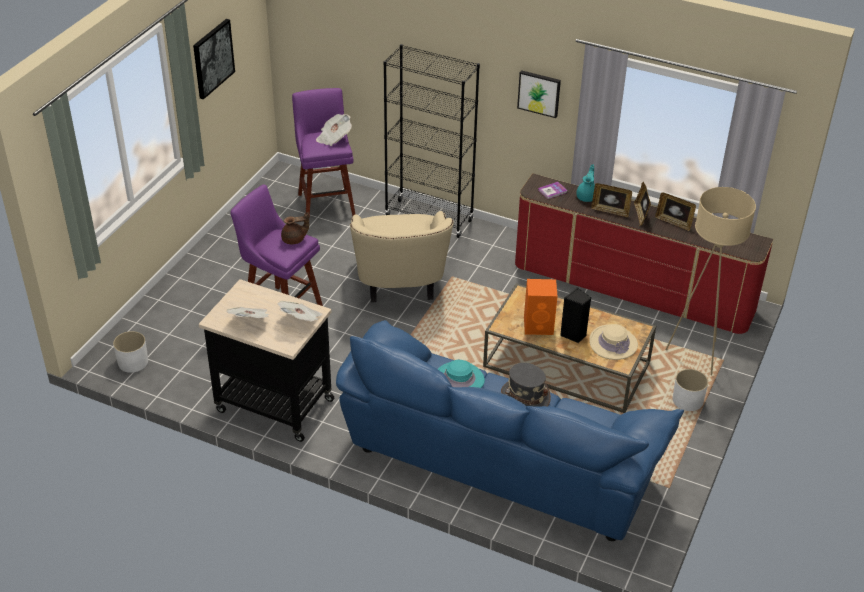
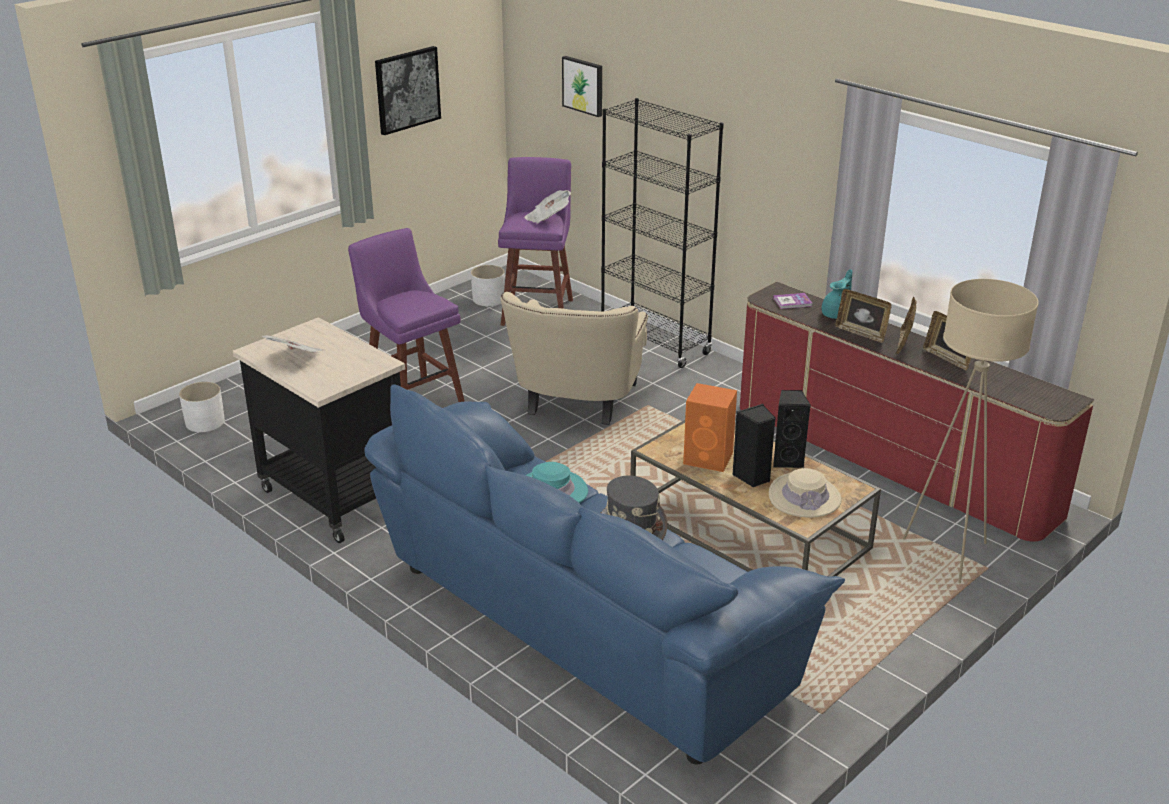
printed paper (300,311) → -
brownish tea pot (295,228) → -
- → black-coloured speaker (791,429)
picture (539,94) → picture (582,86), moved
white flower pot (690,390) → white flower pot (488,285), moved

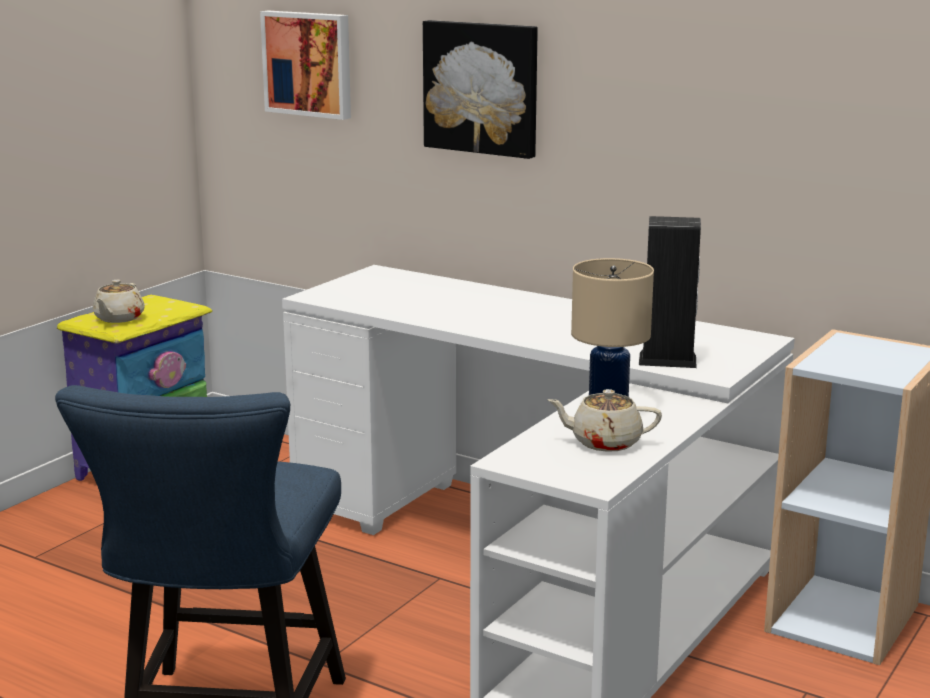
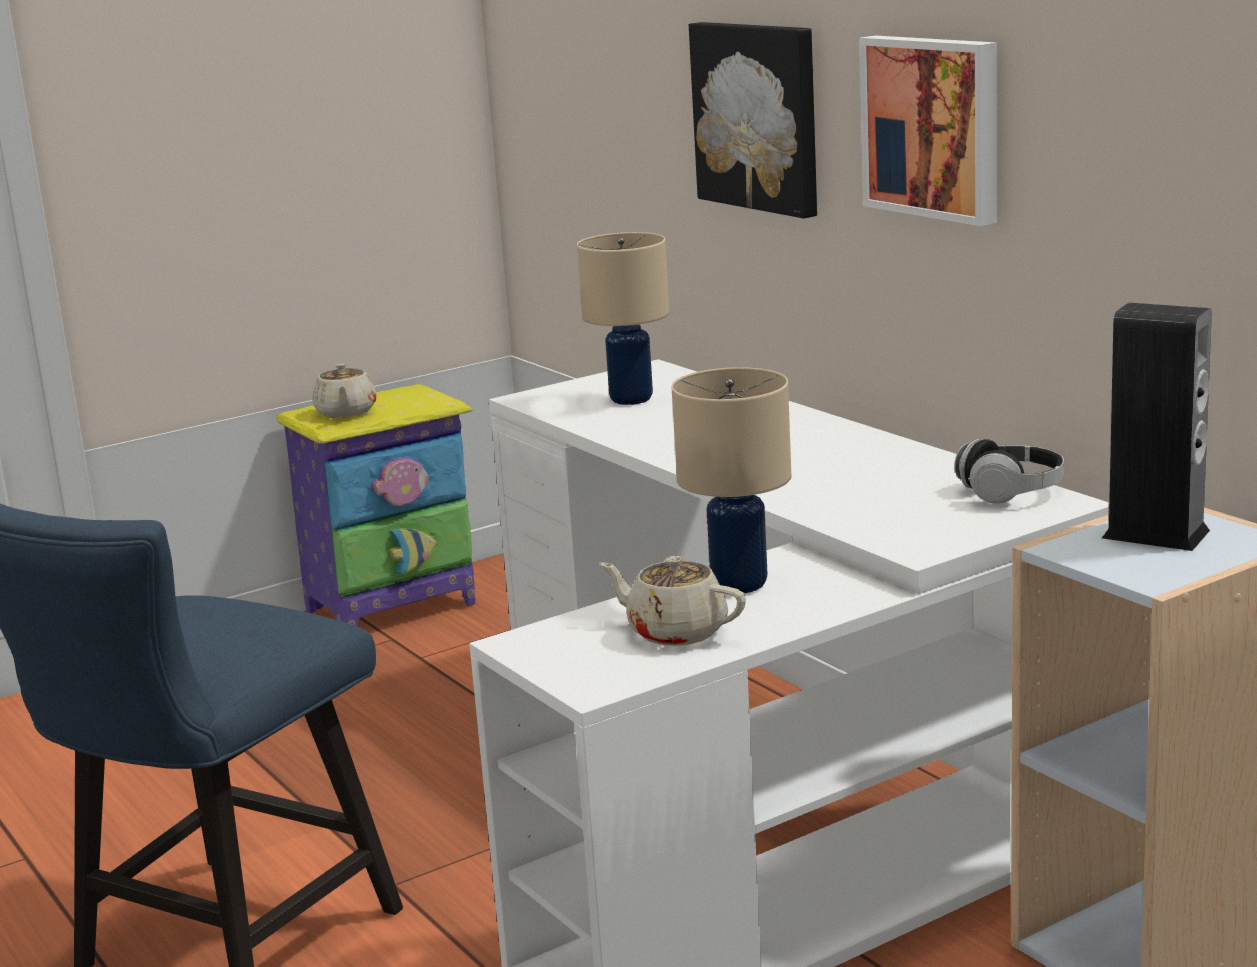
- → sand-coloured table lamp (623,318)
- → pair of headphones (1009,471)
picture (305,65) → picture (928,131), moved
speaker (670,292) → speaker (1157,427), moved
sand-coloured tea pot (119,301) → sand-coloured tea pot (344,390), 45 degrees counterclockwise

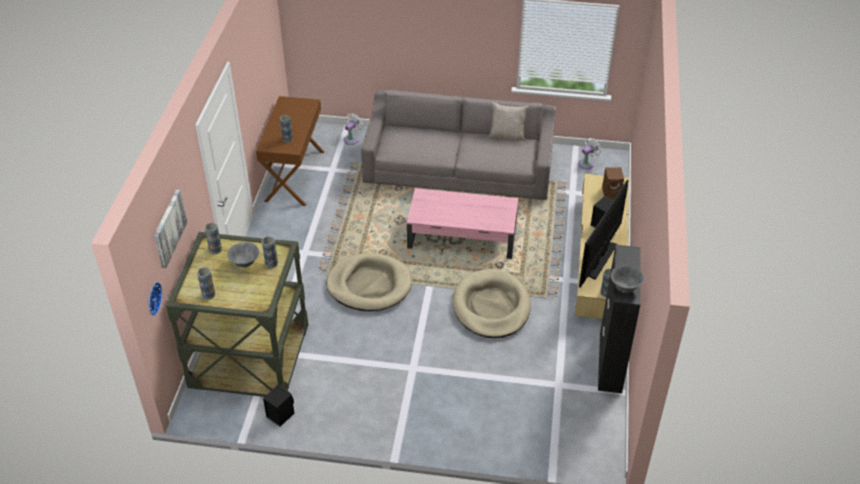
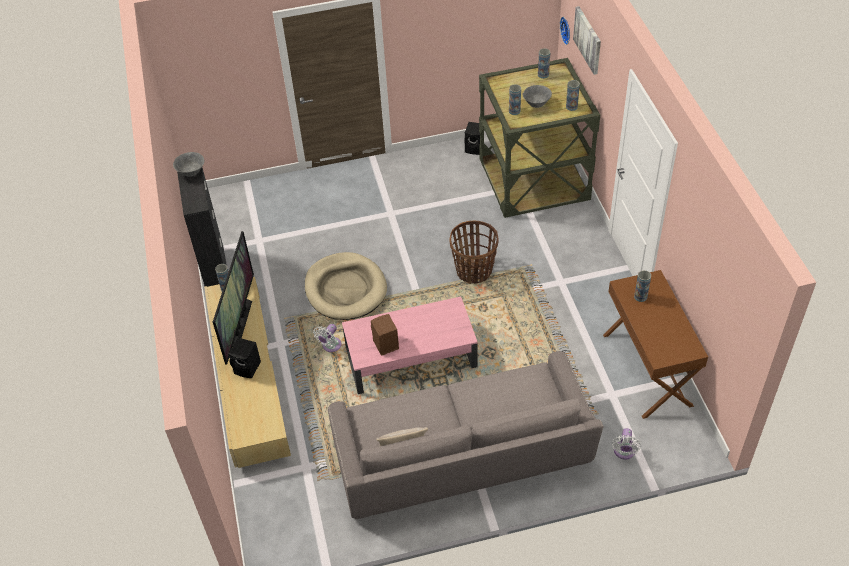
white fan (589,153) → white fan (327,338), moved
brownish speaker (613,183) → brownish speaker (385,335), moved
sand-coloured dog cushion (369,282) → storage basket (473,252)

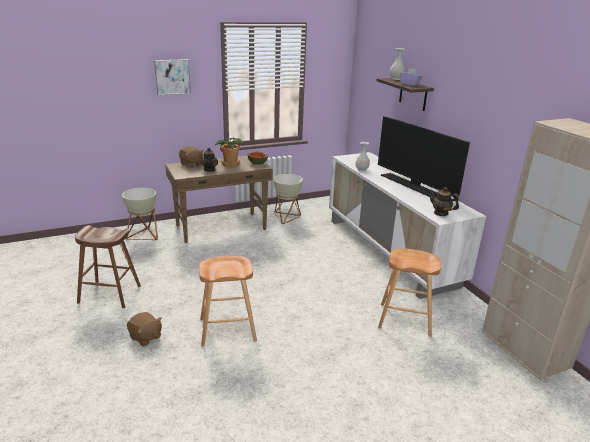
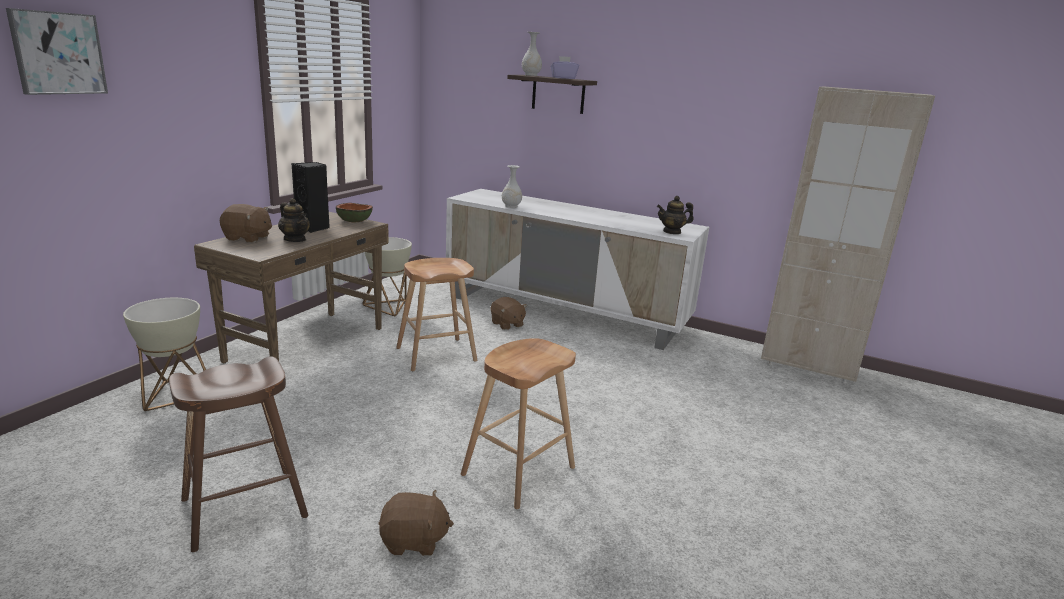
TV (424,158) → -
- → brownish cuddly toy (509,313)
picture (172,77) → picture (57,51), moved
brownish stool (409,293) → brownish stool (436,314), moved
potted plant (228,152) → black-coloured speaker (310,197)

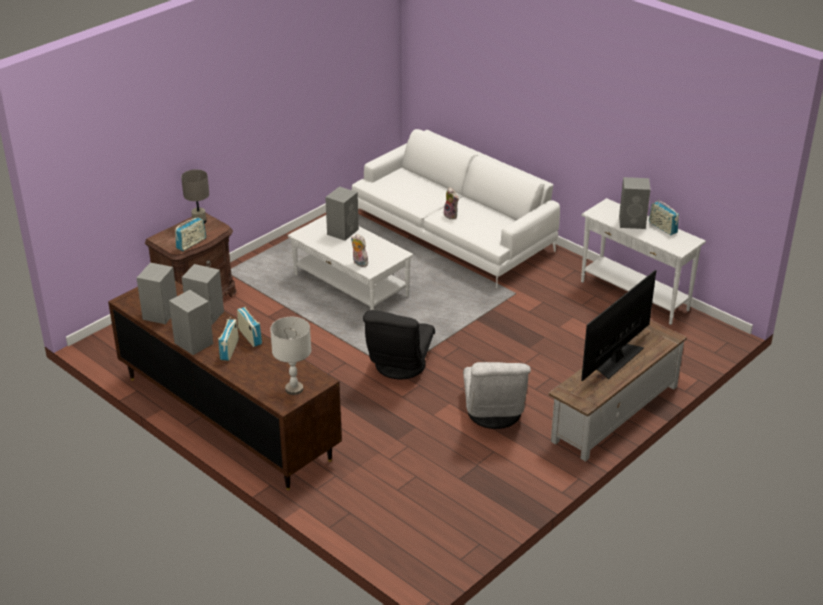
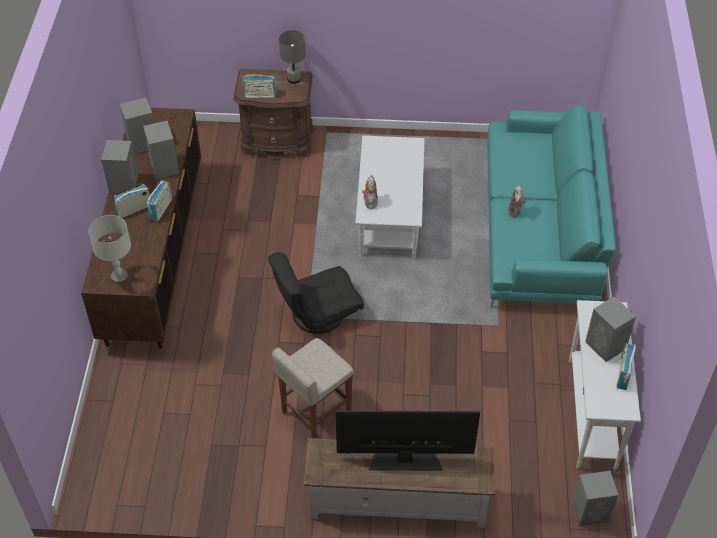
grey speaker (342,213) → grey speaker (595,498), moved
grey lounge chair (497,395) → sand-coloured stool (313,388)
white settee (456,208) → turquoise settee (551,206)

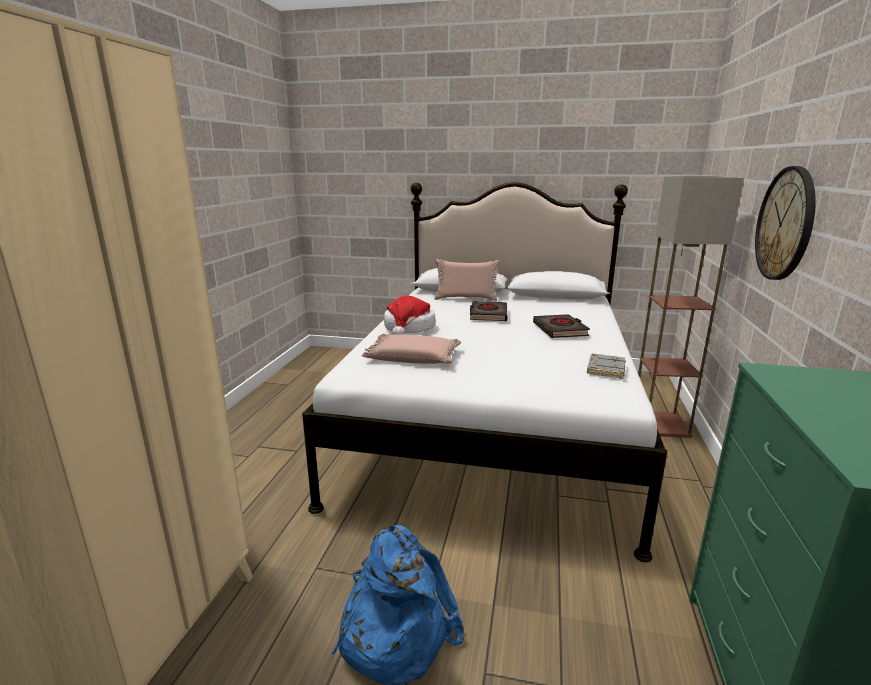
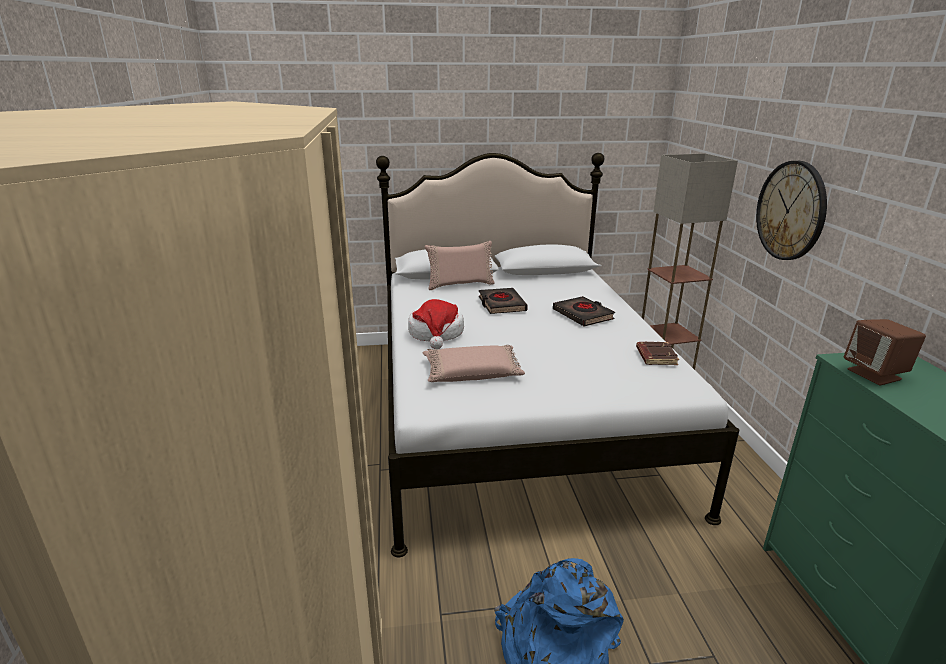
- → brownish speaker (885,352)
grey bound book (606,366) → brownish bound book (657,353)

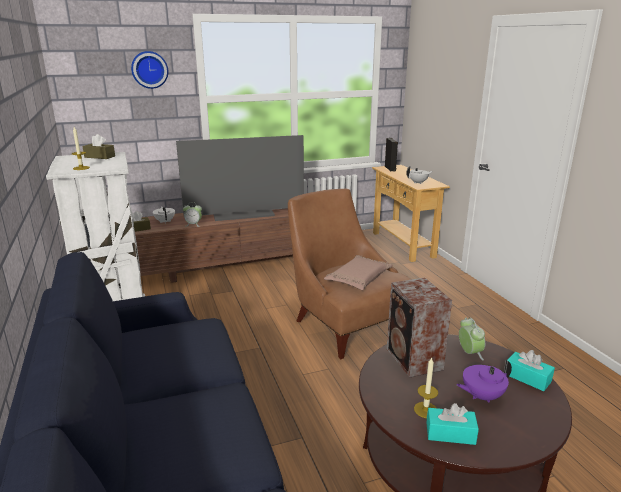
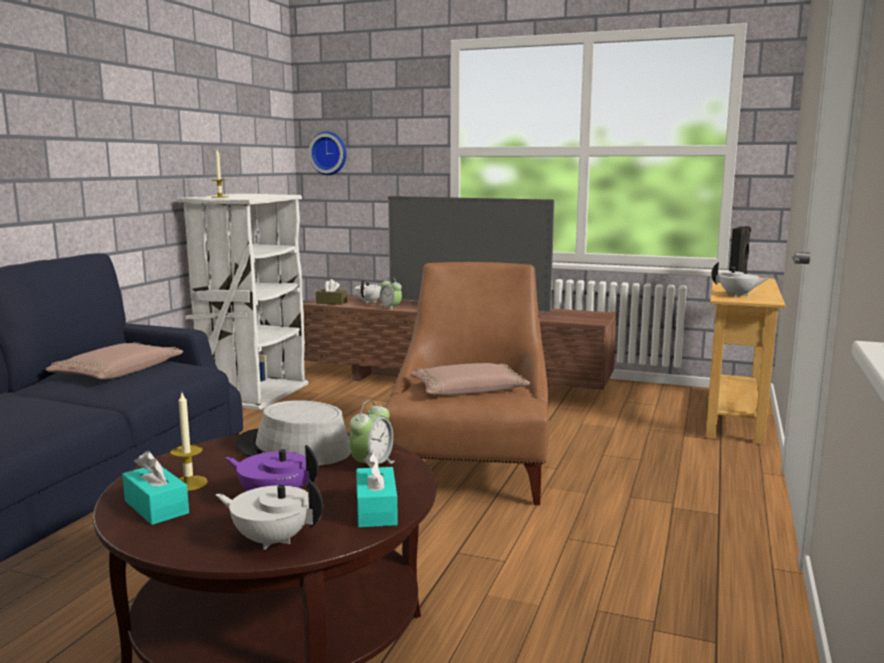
brownish tissue holder (99,146) → -
- → sand-coloured throw pillow (114,360)
- → white tea pot (269,515)
wall clock (149,70) → wall clock (327,153), moved
speaker (419,328) → grey hat (293,433)

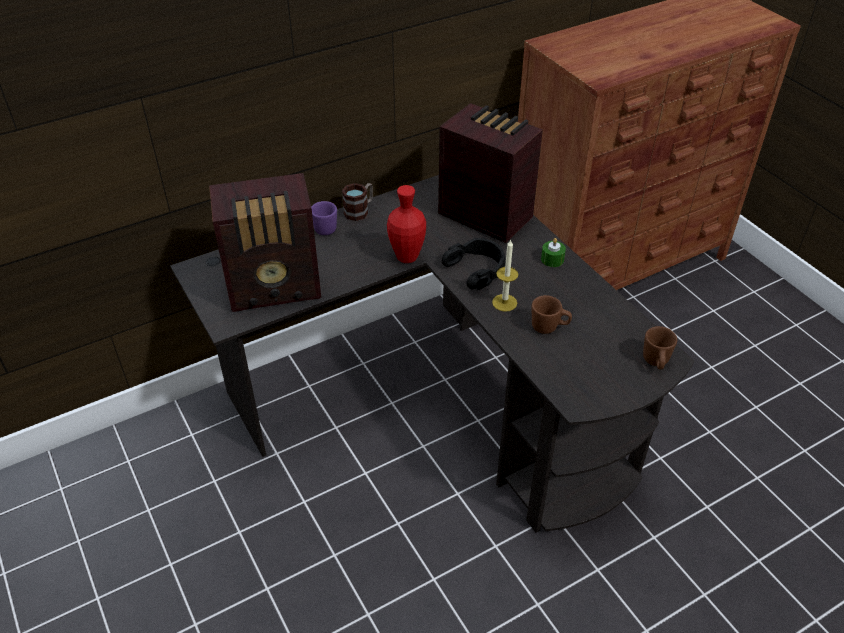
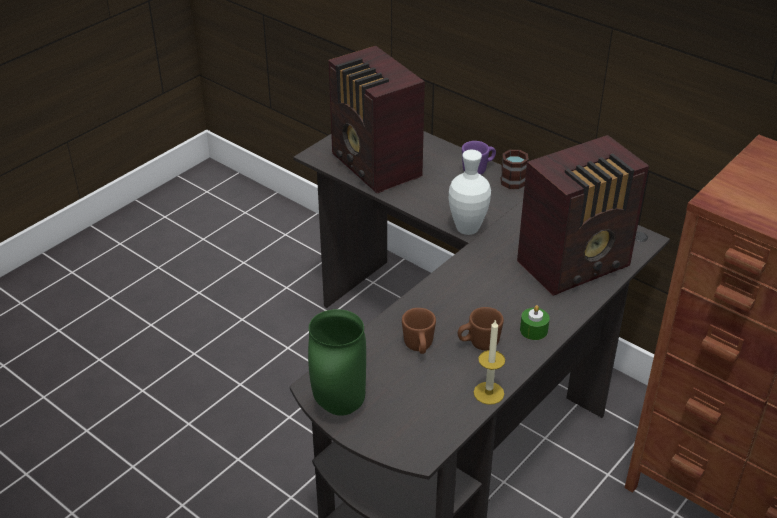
black-coloured pair of headphones (474,264) → -
- → green-coloured decorative vase (337,362)
wax candle (505,275) → wax candle (489,362), moved
brownish mug (660,348) → brownish mug (481,328), moved
reddish decorative vase (406,224) → white decorative vase (470,192)
radio (490,173) → radio (583,215), 45 degrees clockwise

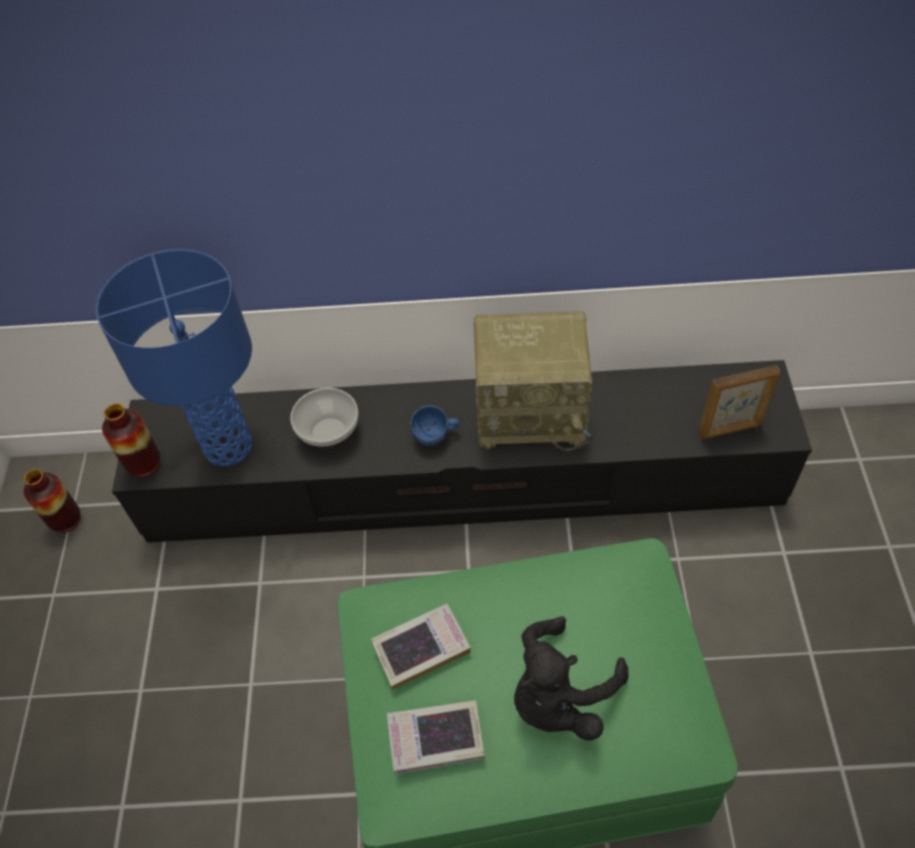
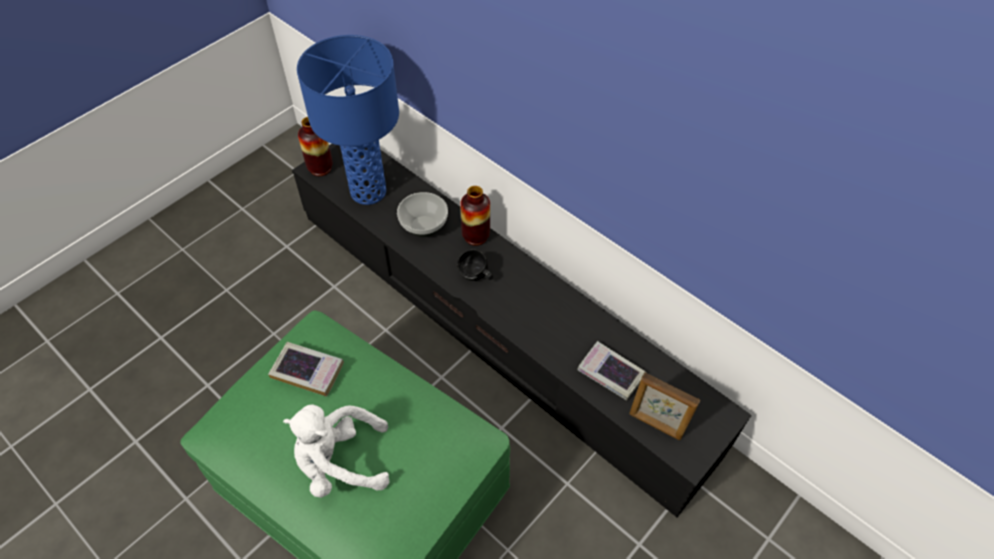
radio (533,381) → -
decorative vase (51,501) → decorative vase (475,216), moved
bound book (436,737) → bound book (611,371), moved
blue-coloured mug (435,425) → black-coloured mug (475,265)
black-coloured cuddly toy (571,679) → white cuddly toy (336,451)

